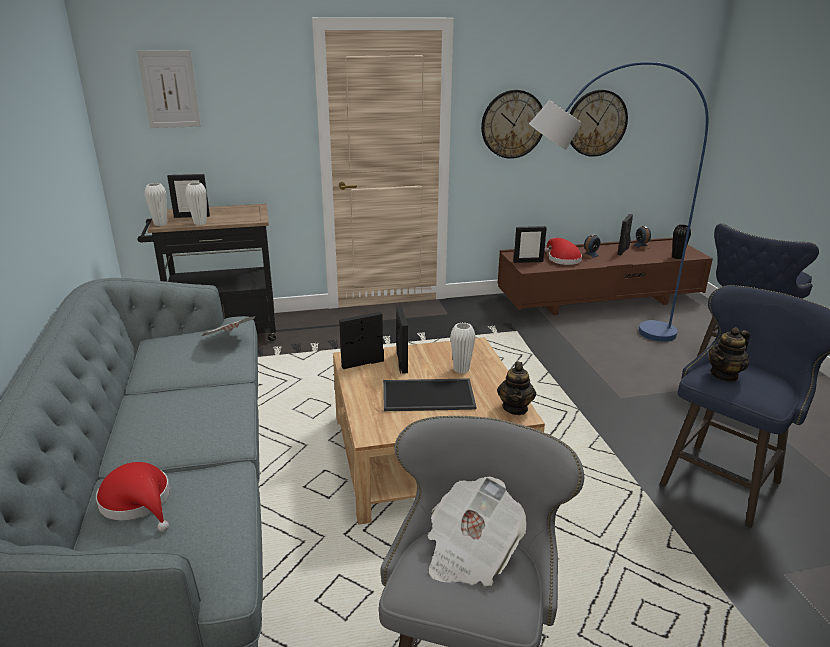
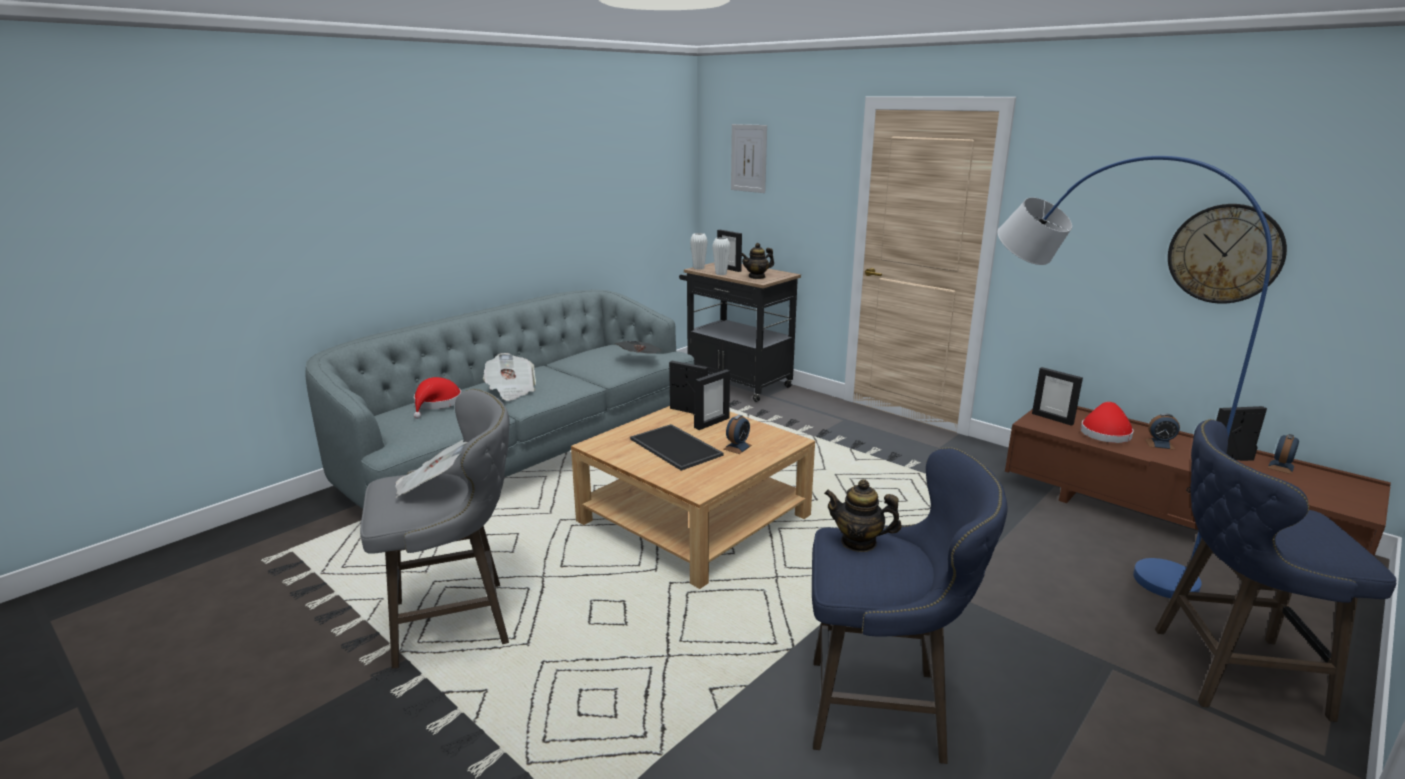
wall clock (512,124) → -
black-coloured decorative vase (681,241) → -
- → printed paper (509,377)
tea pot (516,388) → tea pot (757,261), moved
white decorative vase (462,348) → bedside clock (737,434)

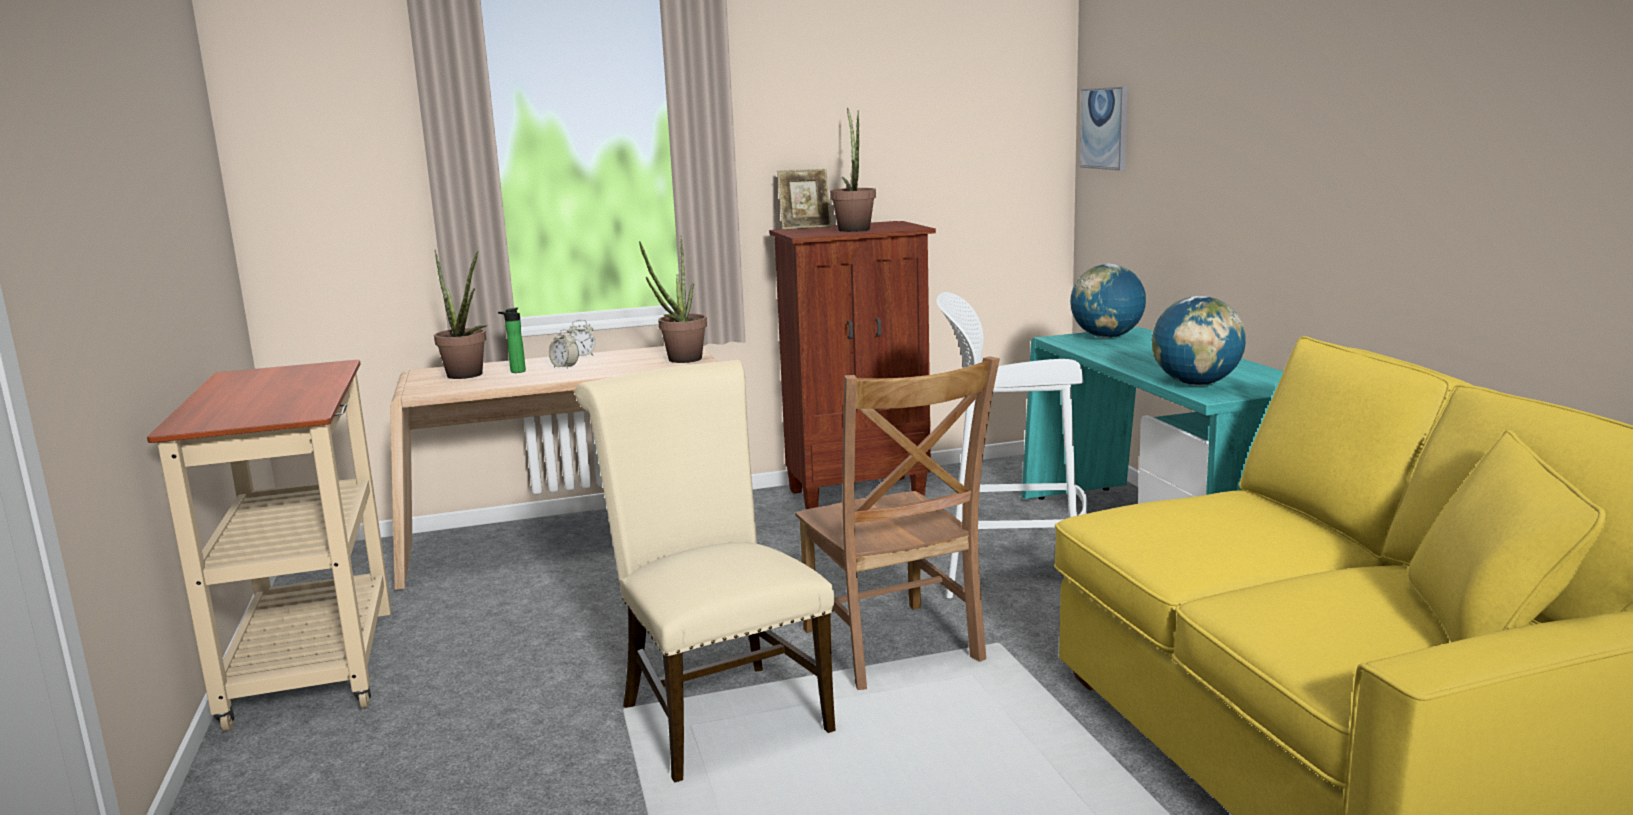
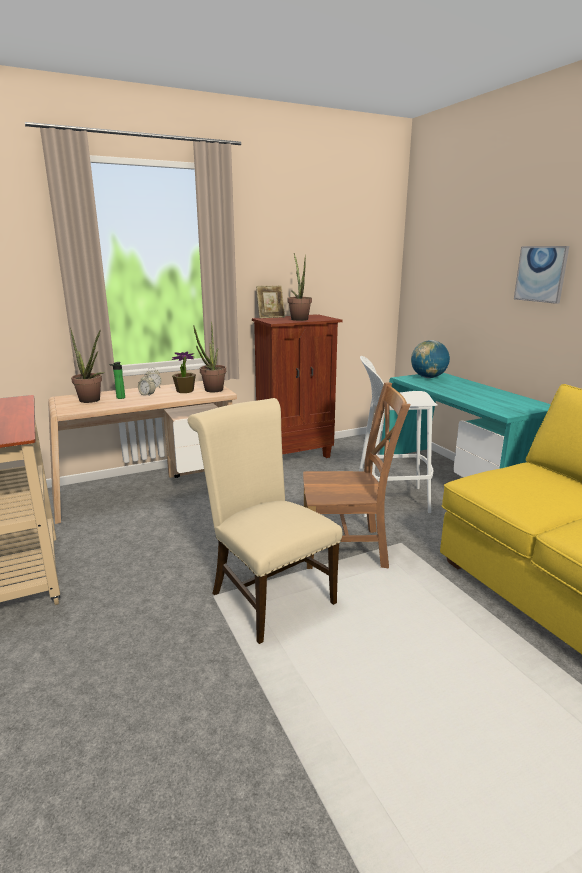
globe (1199,341) → -
- → potted plant (184,372)
picture (1104,128) → picture (541,275), moved
brownish upright chair (897,523) → brownish upright chair (356,475), 60 degrees counterclockwise

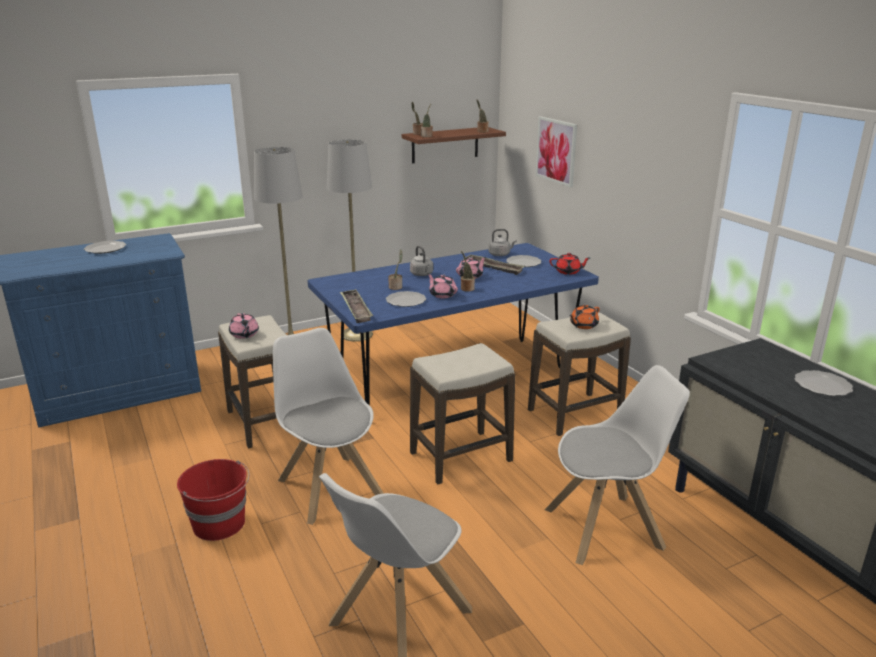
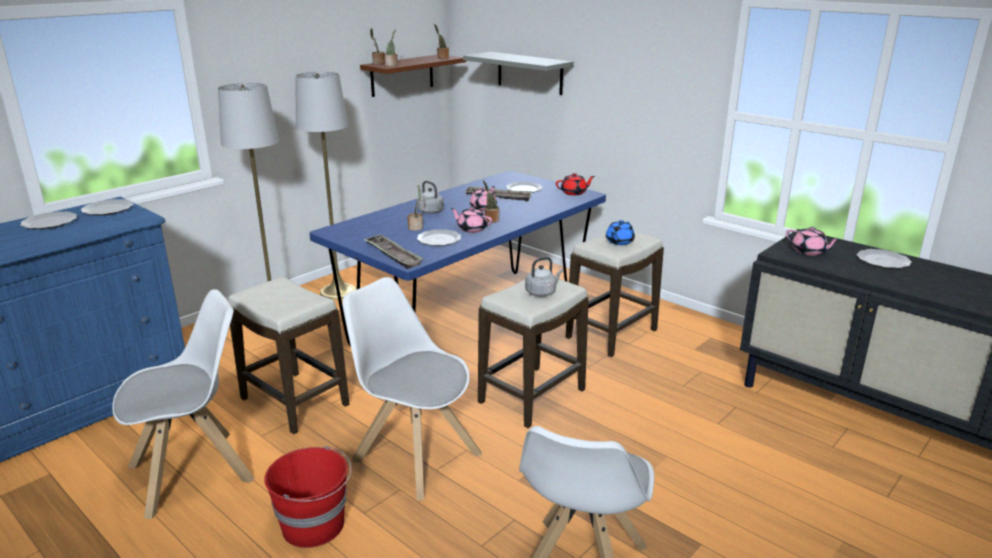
- → dinner plate (107,207)
pink tea pot (244,326) → pink tea pot (813,241), moved
grey tea kettle (502,242) → grey tea kettle (544,276), moved
upright chair (617,465) → upright chair (183,404), moved
picture (556,151) → grey wall shelf (518,73)
orange tea pot (584,316) → blue-coloured tea pot (620,232)

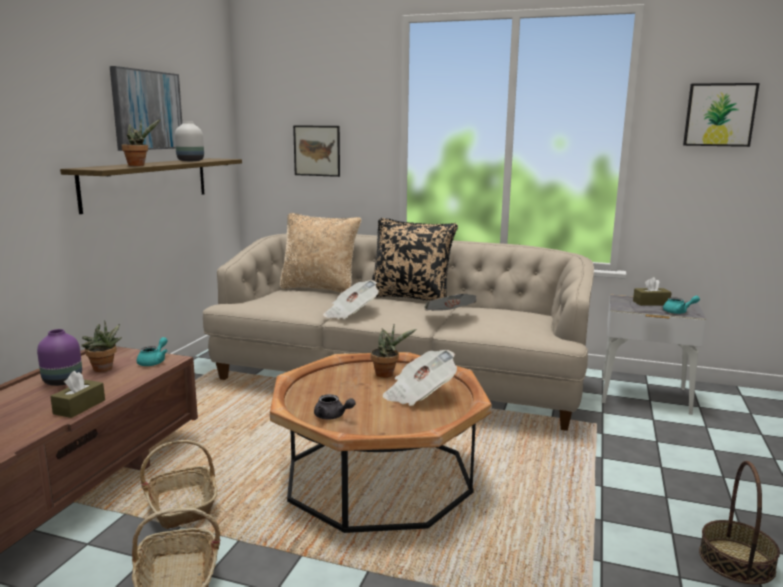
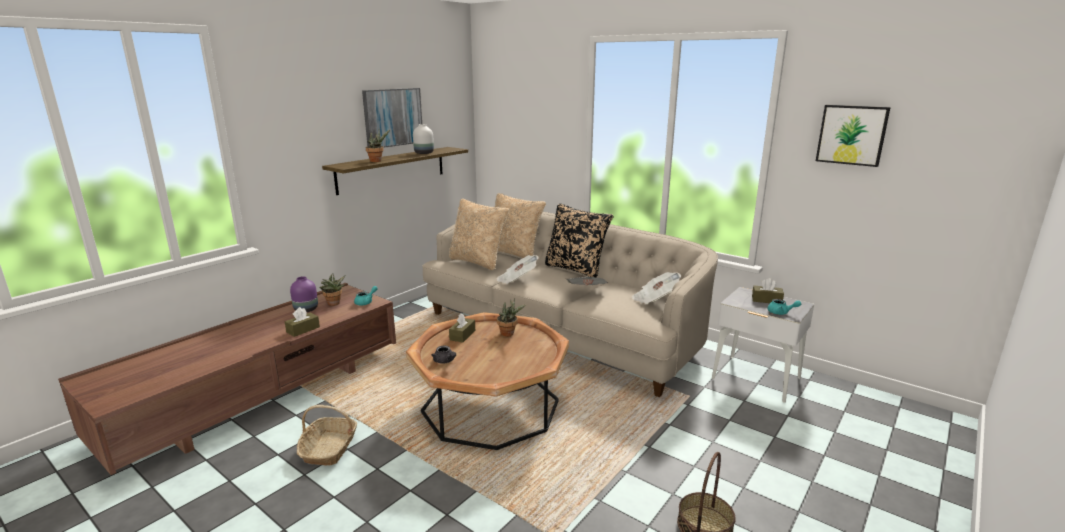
storage basket (179,484) → -
picture (316,151) → -
- → sand-coloured throw pillow (479,234)
- → brownish tissue holder (462,328)
printed paper (420,378) → printed paper (656,288), moved

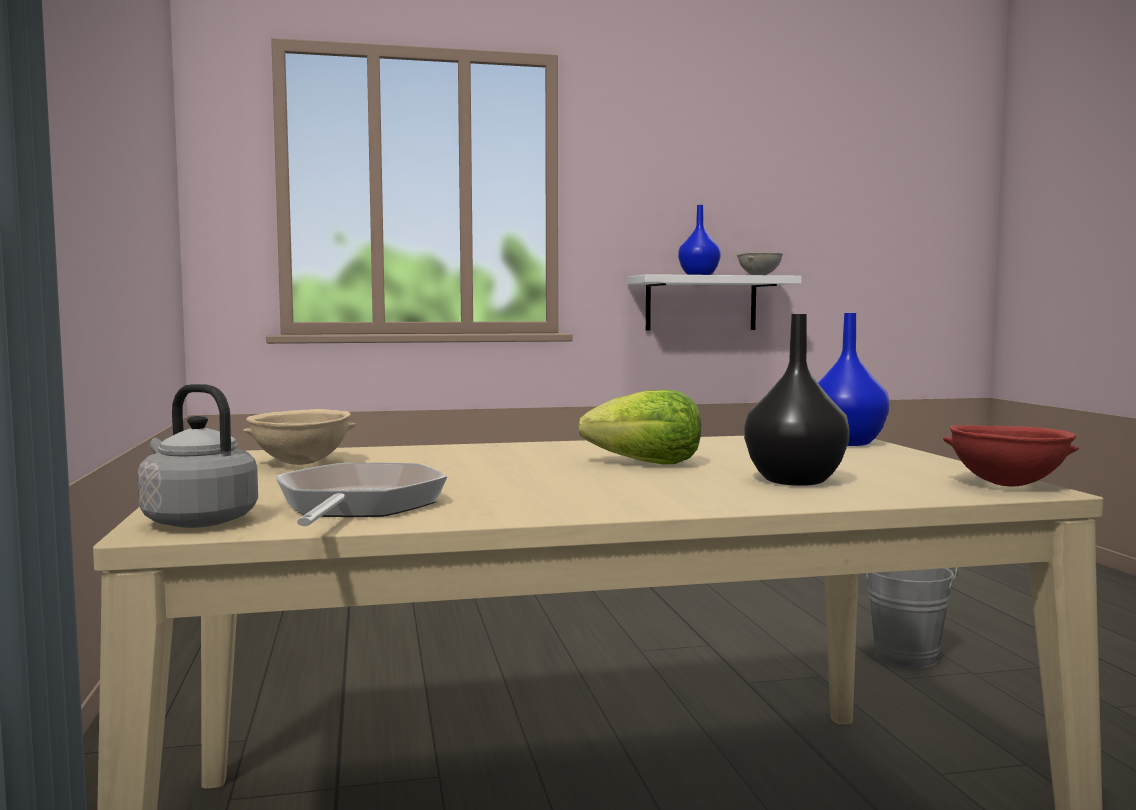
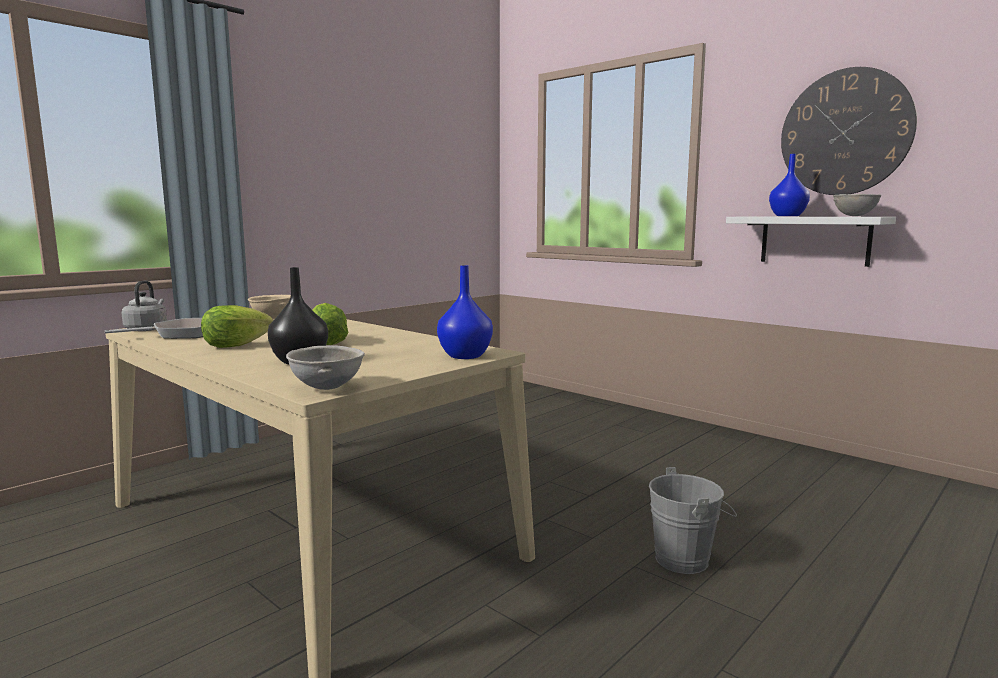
- → lettuce (237,326)
- → wall clock (849,131)
reddish serving bowl (1011,456) → grey serving bowl (325,367)

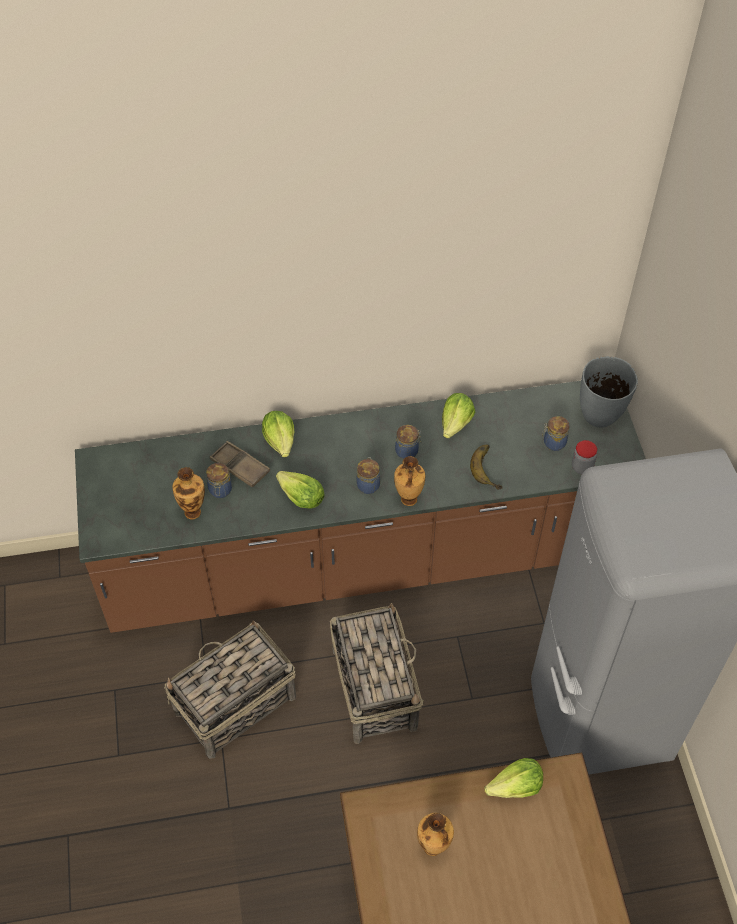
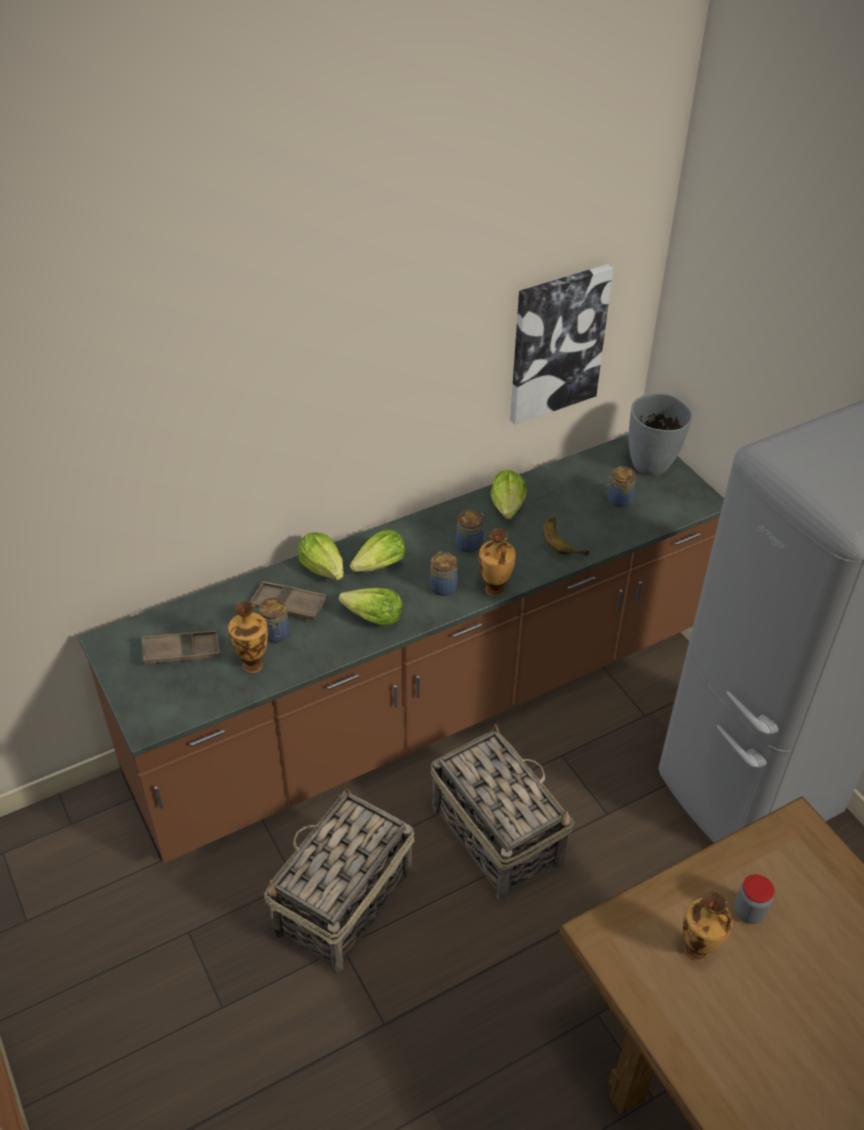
- → brownish serving tray (180,647)
- → picture (561,344)
lettuce (513,778) → lettuce (377,551), moved
storage jar (584,457) → storage jar (755,899), moved

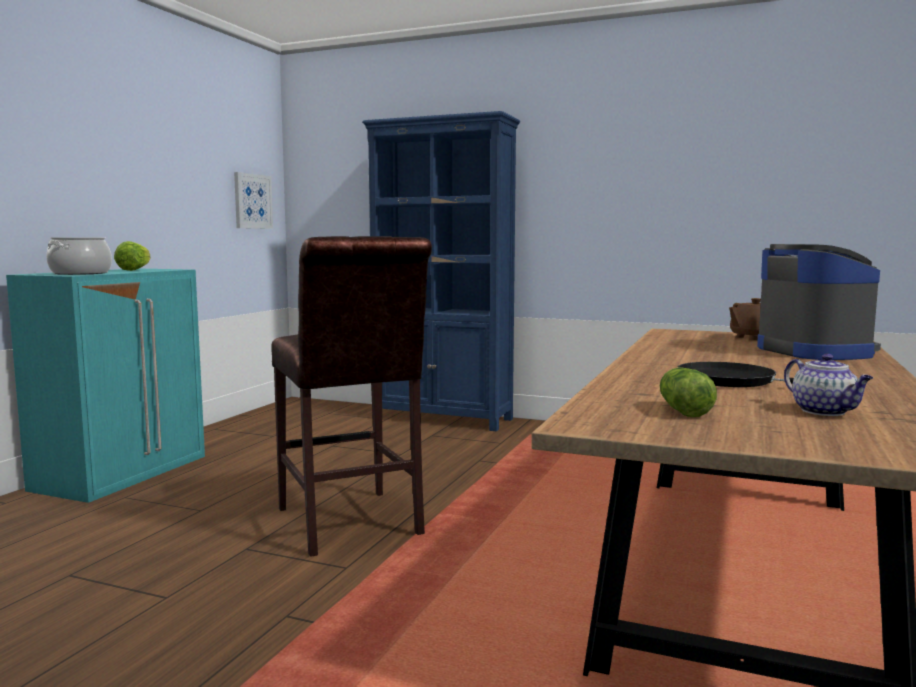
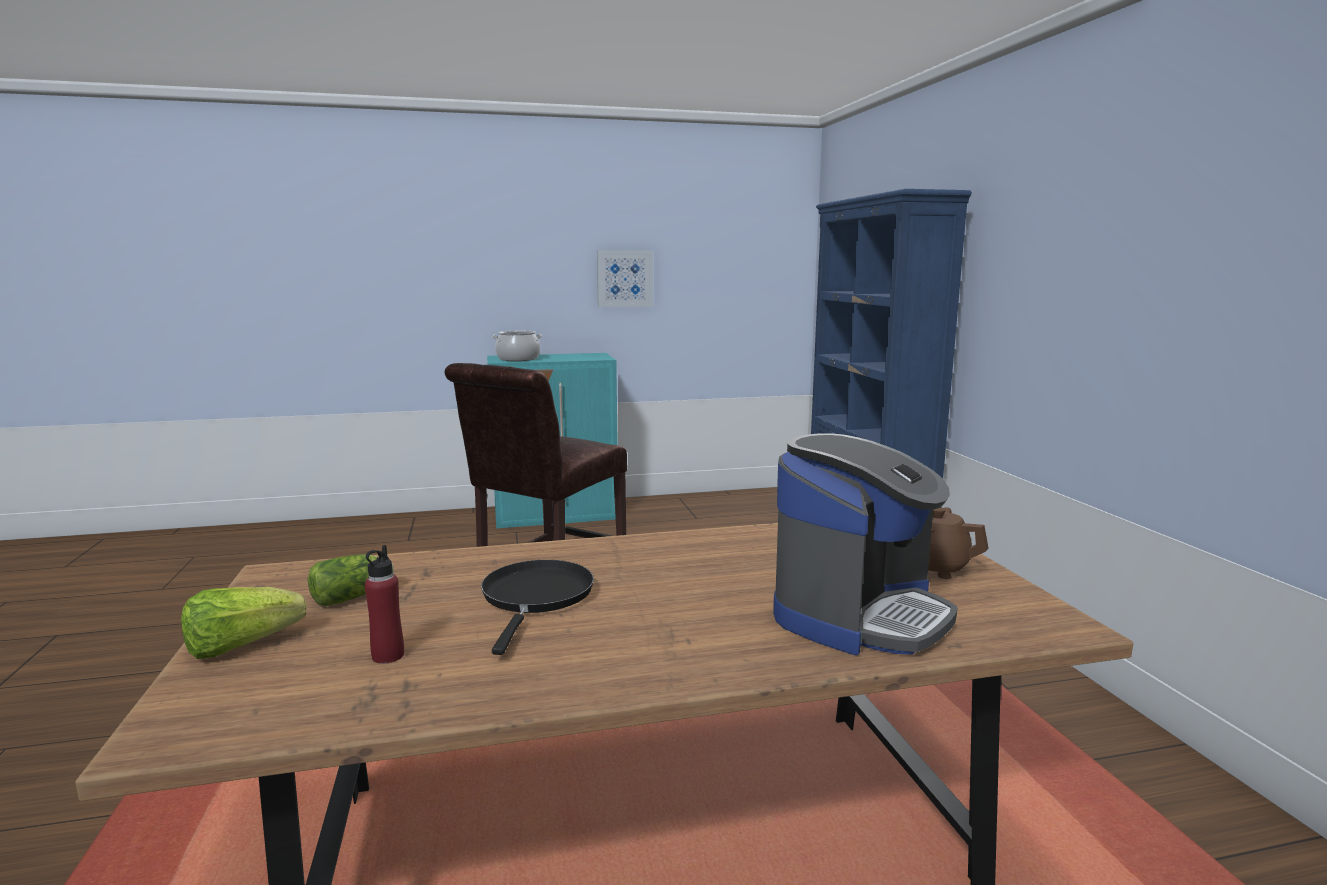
lettuce (132,256) → lettuce (244,623), moved
picture (253,200) → picture (625,278), moved
tea pot (828,385) → reddish beverage bottle (384,604)

